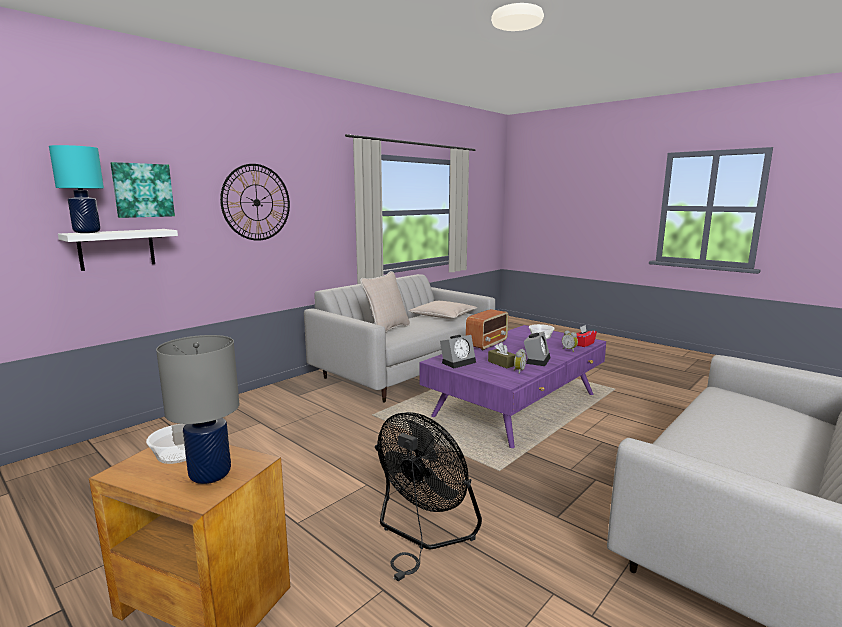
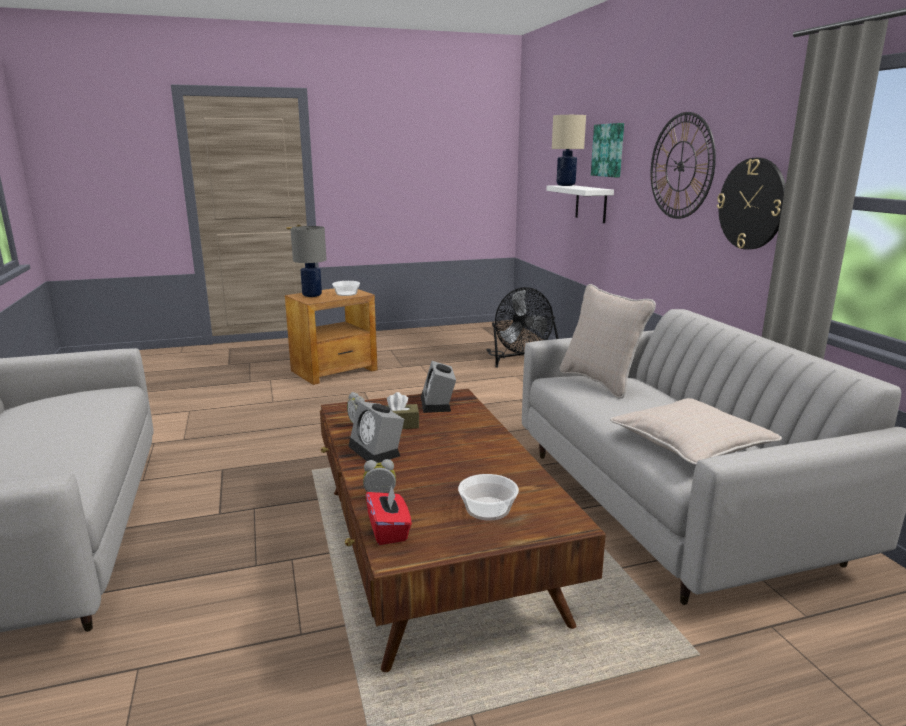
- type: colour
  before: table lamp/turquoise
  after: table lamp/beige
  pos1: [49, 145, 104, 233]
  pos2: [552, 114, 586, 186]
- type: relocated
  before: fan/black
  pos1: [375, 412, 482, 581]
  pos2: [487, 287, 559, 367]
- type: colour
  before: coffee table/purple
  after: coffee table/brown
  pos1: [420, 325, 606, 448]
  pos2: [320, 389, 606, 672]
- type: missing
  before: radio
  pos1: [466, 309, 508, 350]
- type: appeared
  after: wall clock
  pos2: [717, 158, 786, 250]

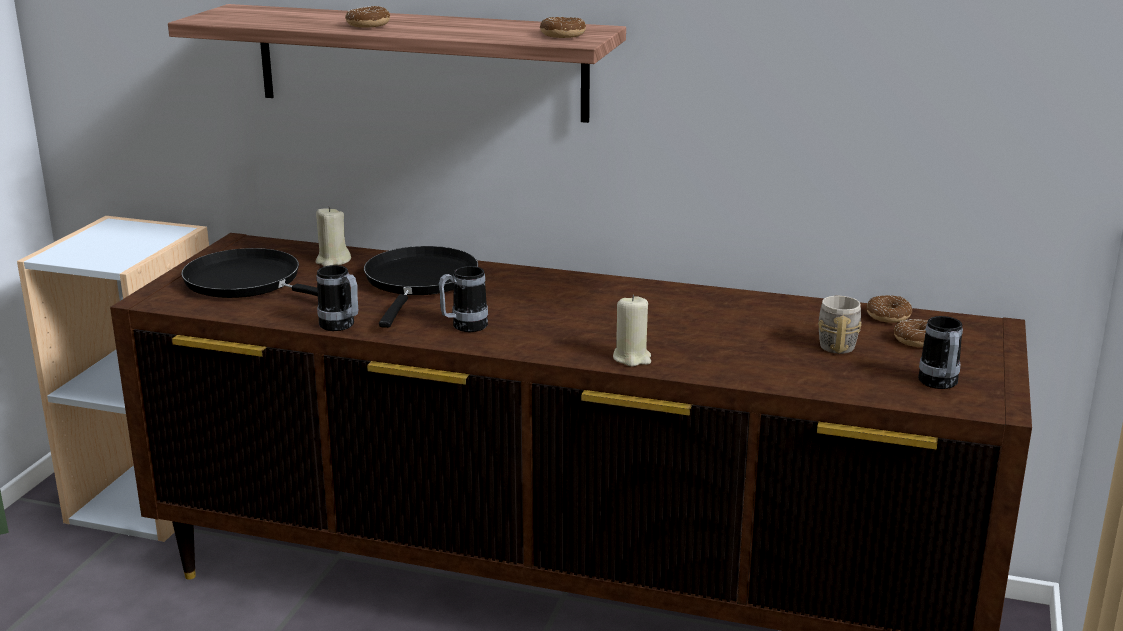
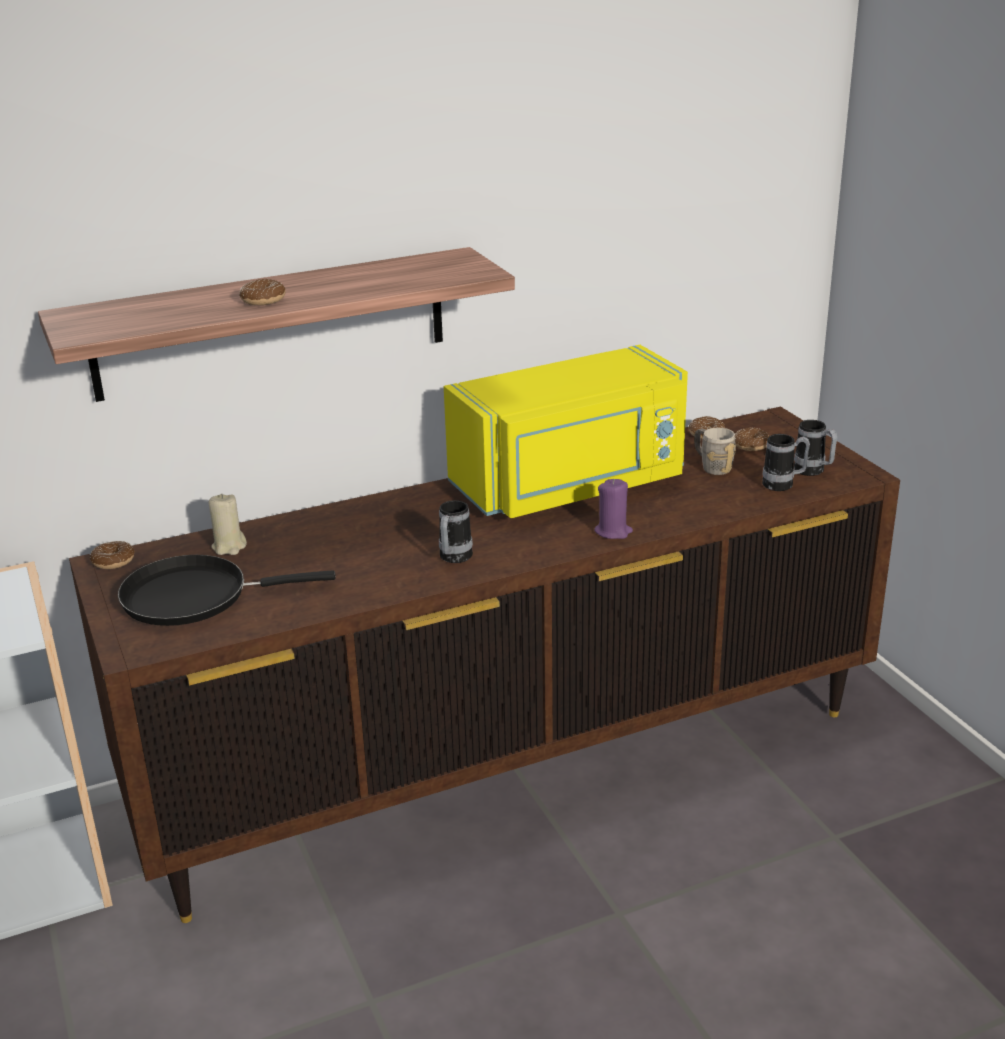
- type: relocated
  before: mug
  pos1: [317, 265, 358, 331]
  pos2: [762, 434, 810, 491]
- type: missing
  before: frying pan/black
  pos1: [364, 246, 478, 328]
- type: relocated
  before: donut
  pos1: [540, 17, 586, 38]
  pos2: [90, 541, 135, 569]
- type: colour
  before: candle/beige
  after: candle/purple
  pos1: [613, 295, 651, 367]
  pos2: [594, 479, 633, 539]
- type: appeared
  after: microwave/yellow
  pos2: [444, 345, 688, 518]

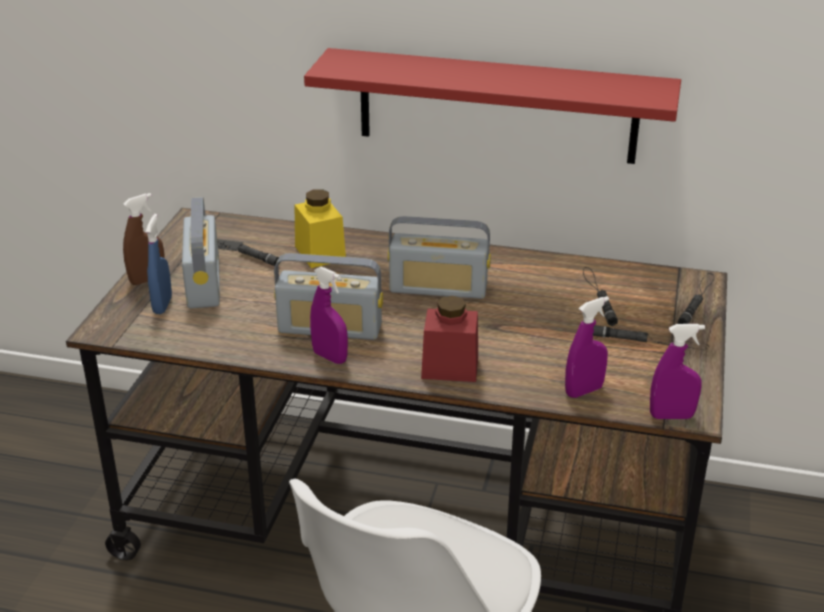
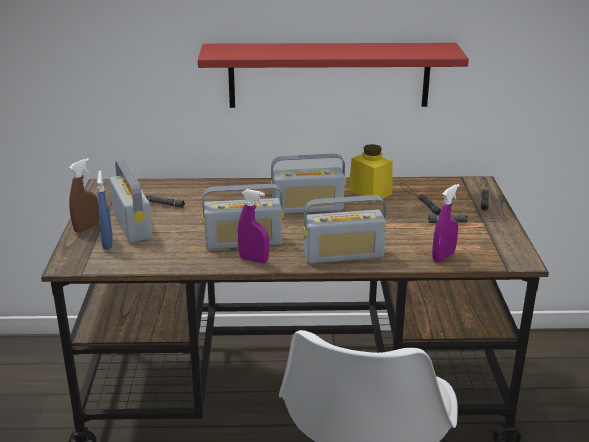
- type: relocated
  before: jar/yellow
  pos1: [295, 189, 346, 268]
  pos2: [349, 144, 393, 202]
- type: exchanged
  before: jar/red
  after: radio
  pos1: [421, 296, 478, 382]
  pos2: [303, 195, 387, 264]
- type: missing
  before: spray bottle/purple
  pos1: [650, 324, 705, 419]

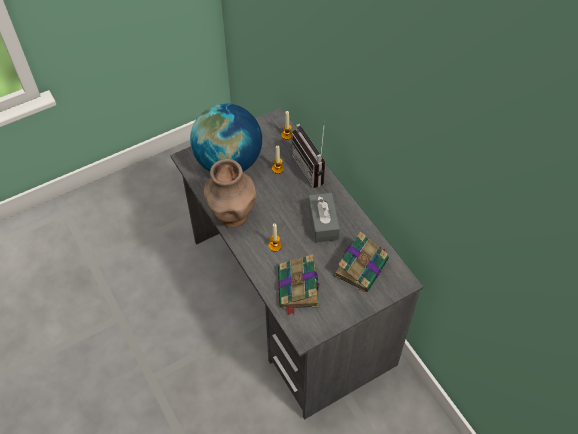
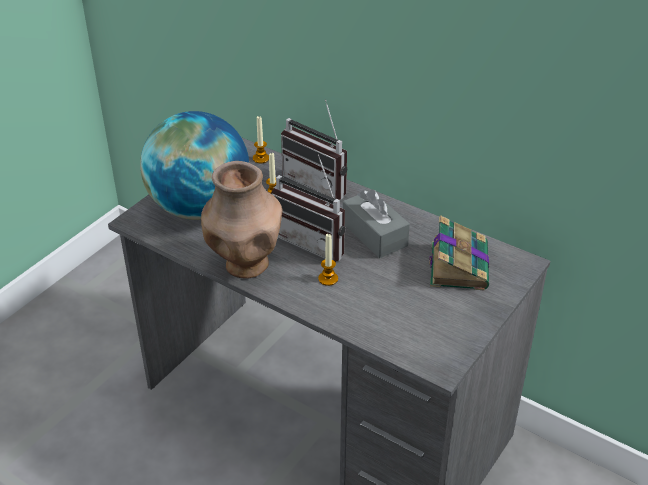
- type: missing
  before: book
  pos1: [278, 254, 319, 316]
- type: appeared
  after: radio
  pos2: [271, 154, 346, 262]

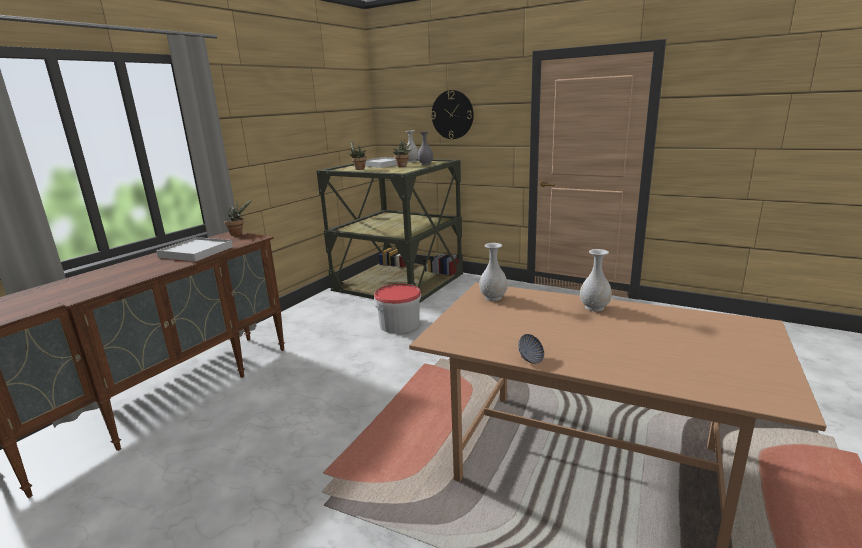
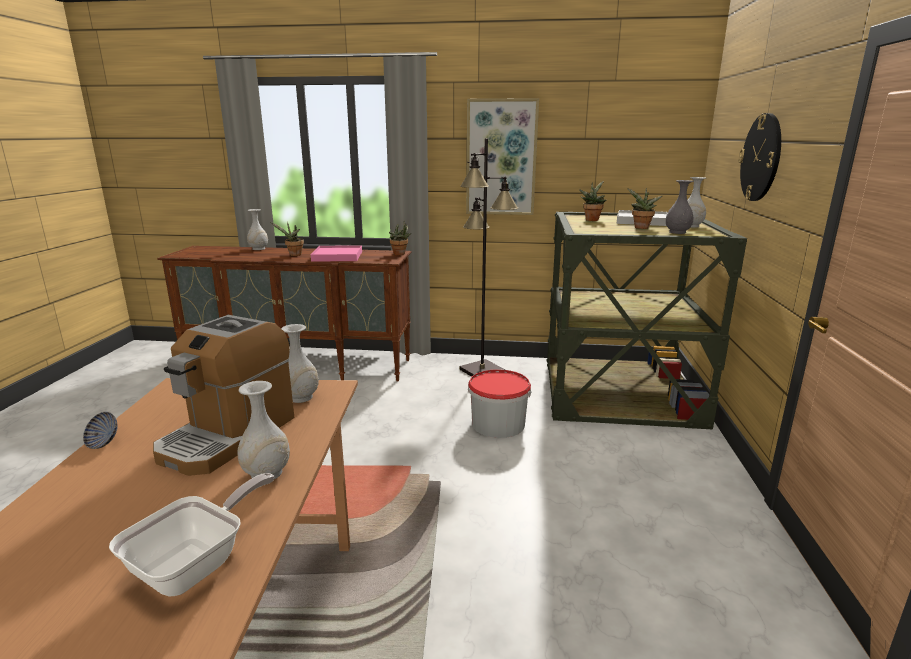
- type: colour
  before: tray/white
  after: tray/pink
  pos1: [156, 237, 233, 262]
  pos2: [311, 245, 362, 262]
- type: appeared
  after: frying pan
  pos2: [109, 473, 274, 596]
- type: appeared
  after: coffee machine
  pos2: [153, 315, 295, 476]
- type: appeared
  after: vase/white
  pos2: [247, 209, 268, 250]
- type: appeared
  after: potted plant
  pos2: [270, 222, 304, 256]
- type: appeared
  after: floor lamp/black
  pos2: [459, 138, 518, 377]
- type: appeared
  after: picture
  pos2: [466, 98, 539, 215]

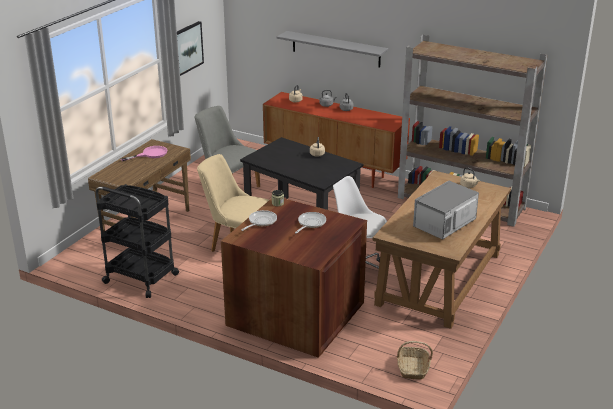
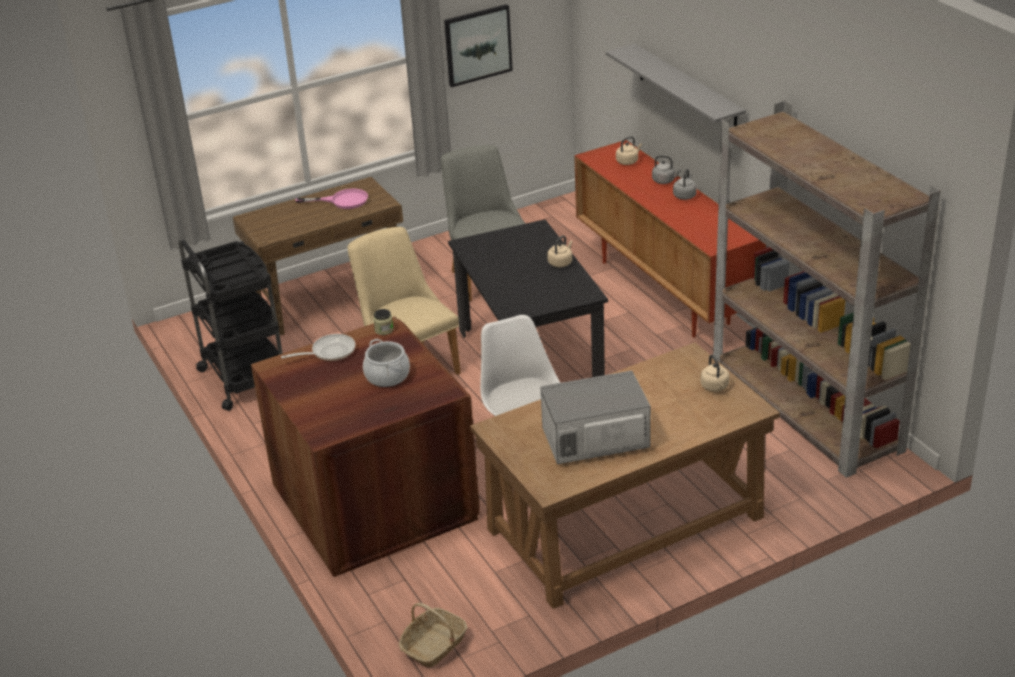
- type: exchanged
  before: frying pan
  after: cooking pot
  pos1: [295, 212, 326, 234]
  pos2: [363, 339, 410, 387]

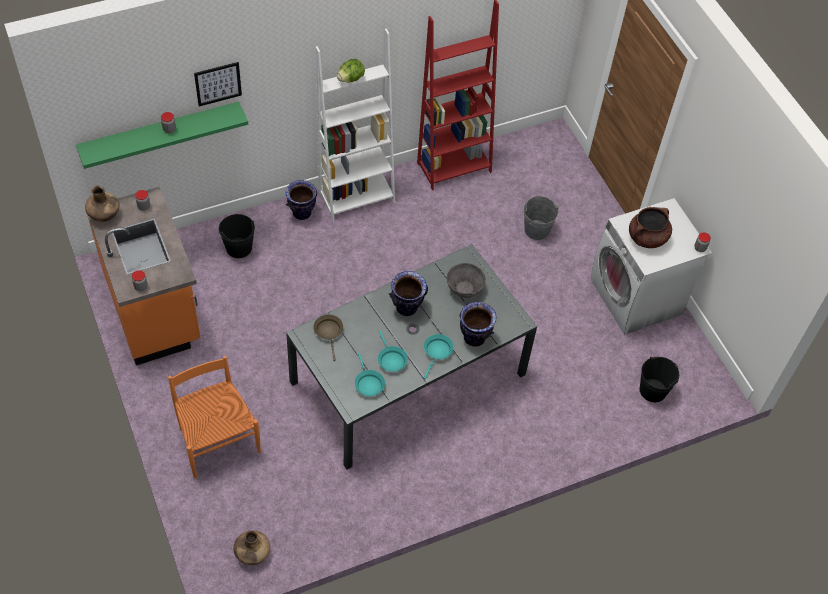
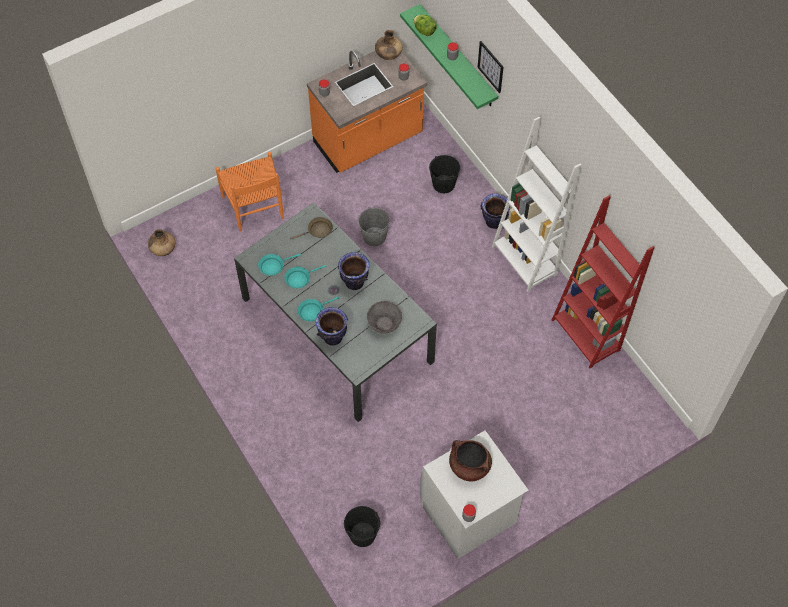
- type: spun
  before: chair/orange
  pos1: [168, 356, 261, 478]
  pos2: [216, 152, 284, 232]
  turn: 105
- type: relocated
  before: lettuce
  pos1: [337, 59, 365, 82]
  pos2: [413, 15, 437, 36]
- type: spun
  before: frying pan/turquoise
  pos1: [424, 334, 454, 379]
  pos2: [298, 296, 339, 322]
  turn: 135
- type: relocated
  before: bucket/grey
  pos1: [524, 196, 559, 240]
  pos2: [358, 207, 390, 246]

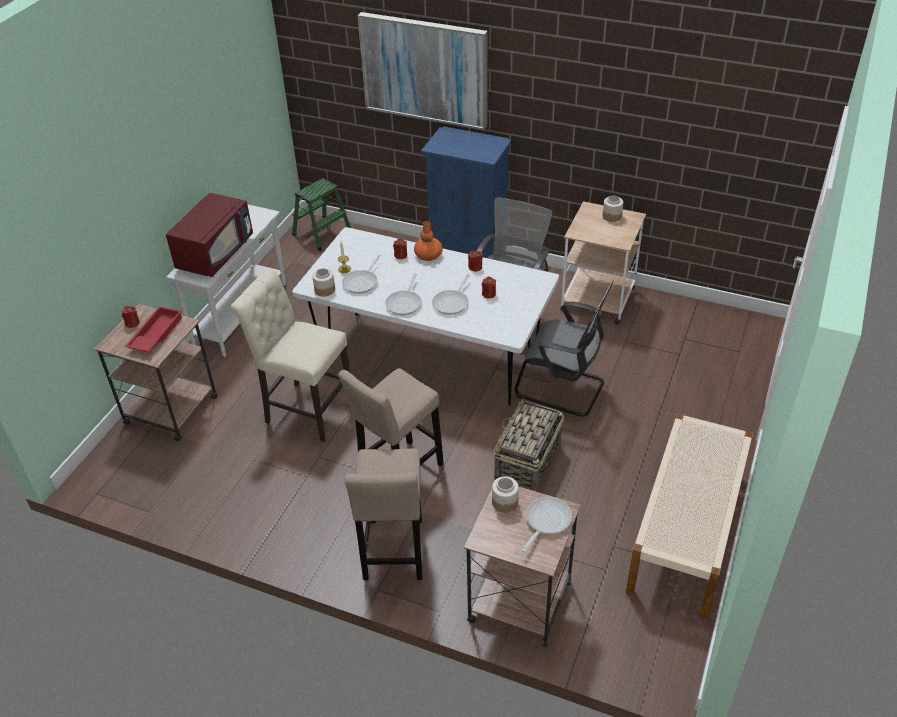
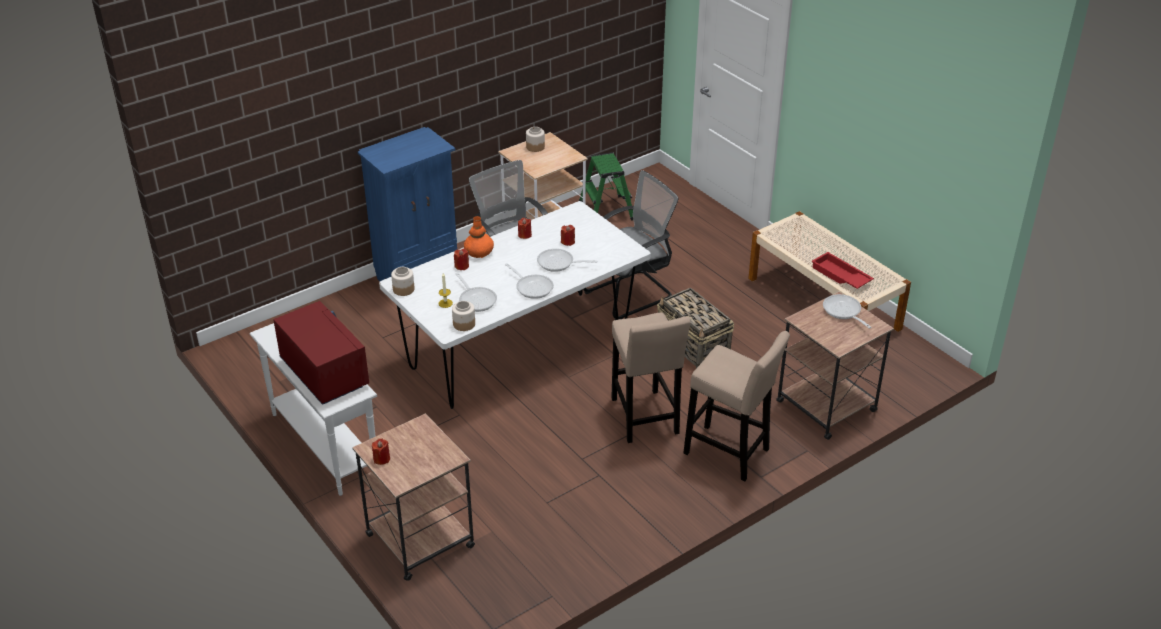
- type: relocated
  before: tray/red
  pos1: [125, 306, 182, 353]
  pos2: [811, 252, 874, 289]
- type: missing
  before: stool/beige
  pos1: [231, 268, 350, 442]
- type: relocated
  before: step ladder/green
  pos1: [292, 178, 351, 252]
  pos2: [579, 152, 633, 220]
- type: missing
  before: picture
  pos1: [357, 12, 488, 130]
- type: spun
  before: frying pan
  pos1: [432, 274, 470, 315]
  pos2: [537, 249, 598, 272]
  turn: 135
- type: relocated
  before: jar
  pos1: [492, 476, 519, 512]
  pos2: [391, 267, 415, 296]

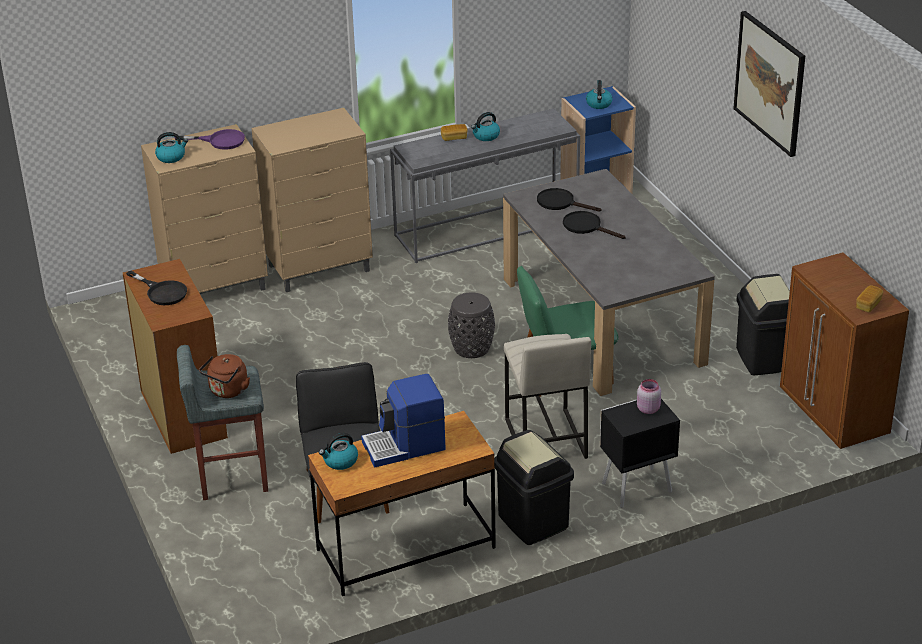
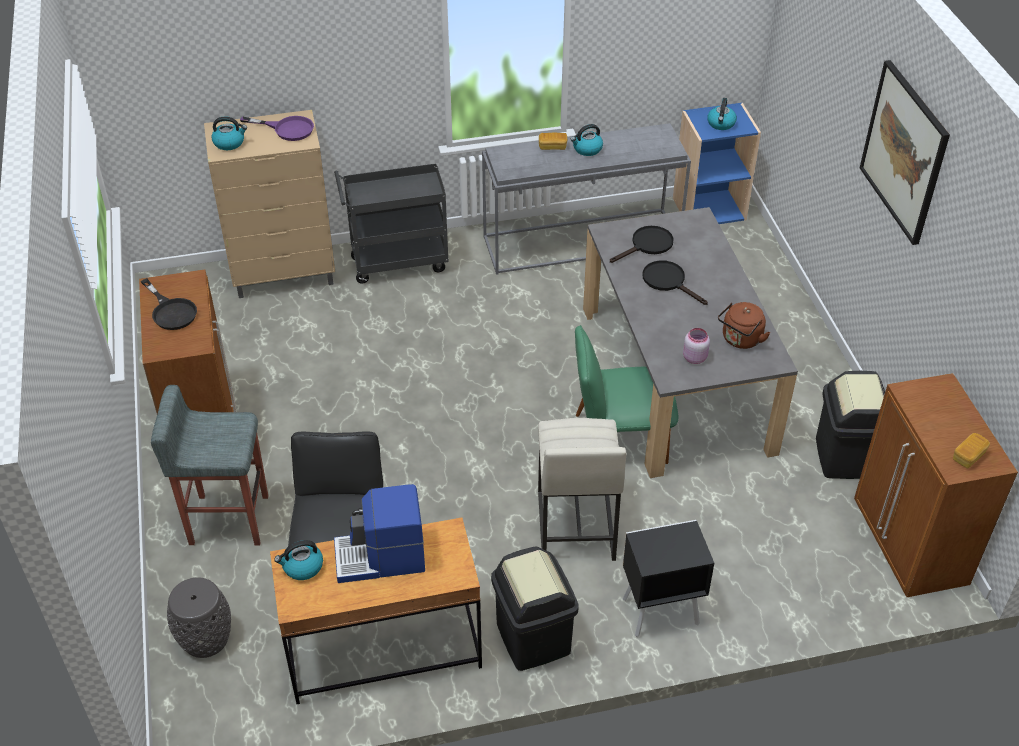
- type: relocated
  before: kettle/brown
  pos1: [199, 354, 250, 398]
  pos2: [718, 302, 770, 349]
- type: exchanged
  before: dresser/beige
  after: cart/grey
  pos1: [251, 108, 373, 292]
  pos2: [334, 164, 449, 283]
- type: relocated
  before: stool/grey
  pos1: [448, 292, 495, 358]
  pos2: [167, 578, 231, 658]
- type: spun
  before: frying pan/black
  pos1: [537, 188, 602, 212]
  pos2: [610, 226, 674, 263]
  turn: 105
- type: relocated
  before: jar/pink
  pos1: [637, 379, 661, 414]
  pos2: [683, 328, 710, 364]

